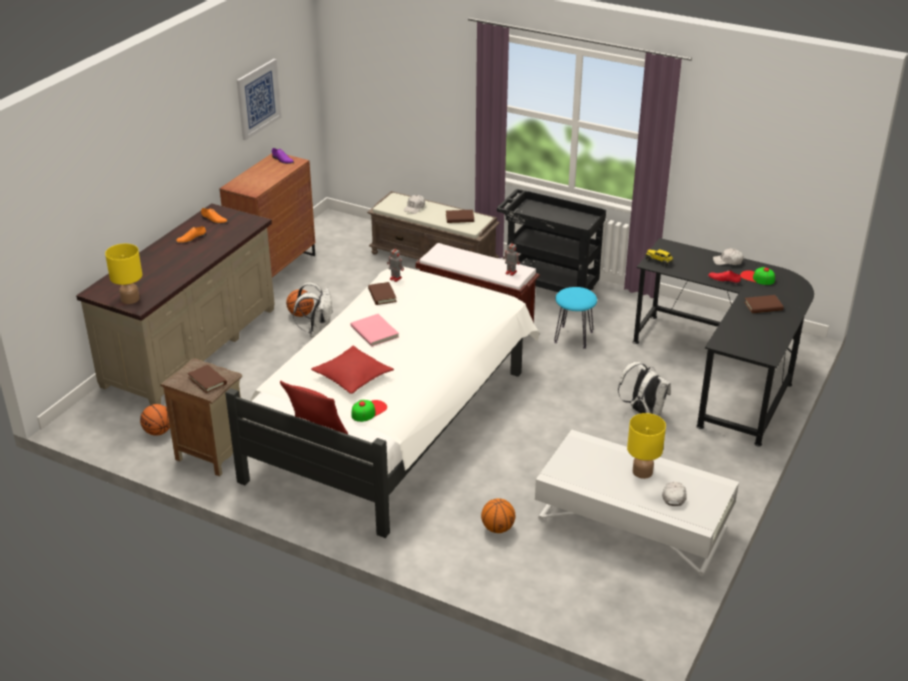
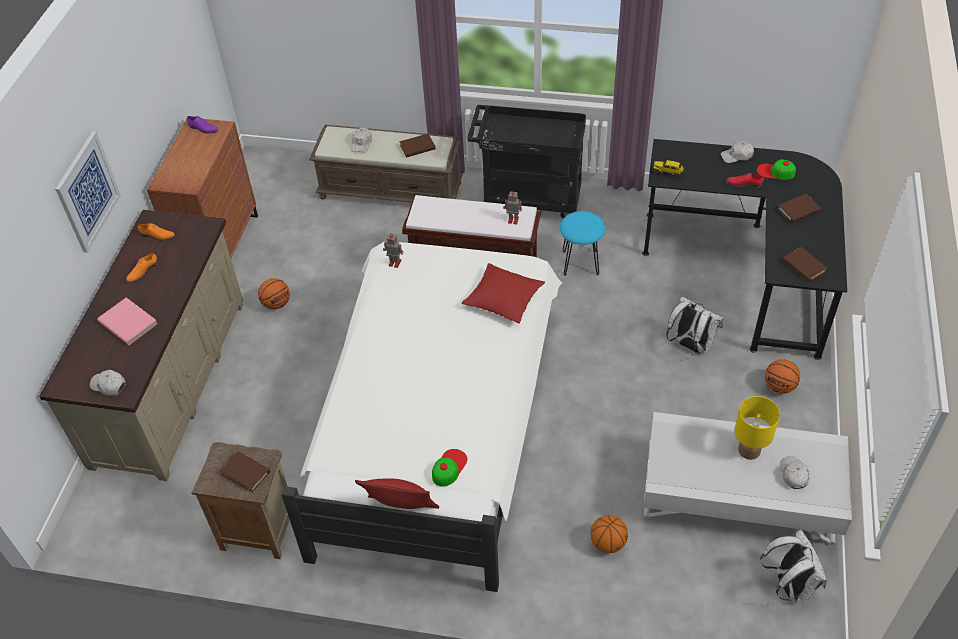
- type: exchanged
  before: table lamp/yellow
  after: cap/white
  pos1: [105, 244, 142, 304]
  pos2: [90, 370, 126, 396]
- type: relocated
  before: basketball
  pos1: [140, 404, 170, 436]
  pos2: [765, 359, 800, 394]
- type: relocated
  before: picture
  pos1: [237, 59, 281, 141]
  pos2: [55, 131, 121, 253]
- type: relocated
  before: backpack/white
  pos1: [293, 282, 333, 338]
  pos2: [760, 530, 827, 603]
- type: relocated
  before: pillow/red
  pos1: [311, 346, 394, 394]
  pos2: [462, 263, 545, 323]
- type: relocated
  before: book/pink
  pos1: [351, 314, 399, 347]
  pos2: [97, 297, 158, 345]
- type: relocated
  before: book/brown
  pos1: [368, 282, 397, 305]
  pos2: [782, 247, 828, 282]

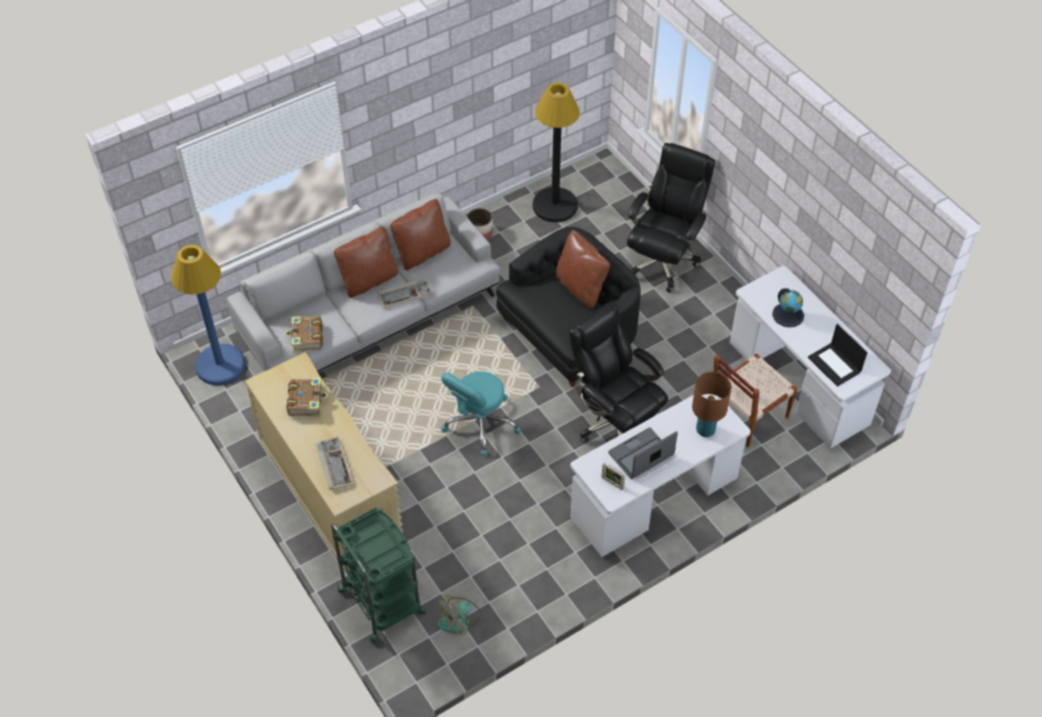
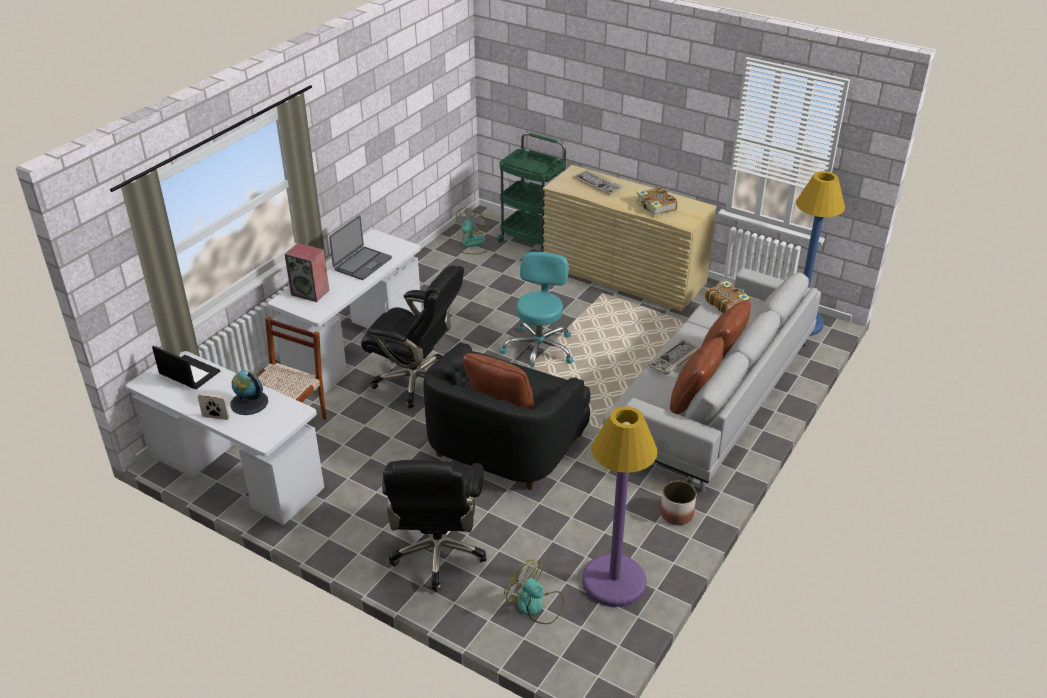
- type: colour
  before: floor lamp/black
  after: floor lamp/purple
  pos1: [533, 82, 580, 222]
  pos2: [582, 406, 657, 607]
- type: relocated
  before: picture frame
  pos1: [602, 463, 626, 490]
  pos2: [198, 394, 229, 420]
- type: exchanged
  before: table lamp/brown
  after: speaker
  pos1: [692, 372, 732, 437]
  pos2: [285, 243, 329, 302]
- type: appeared
  after: fan
  pos2: [504, 558, 564, 624]

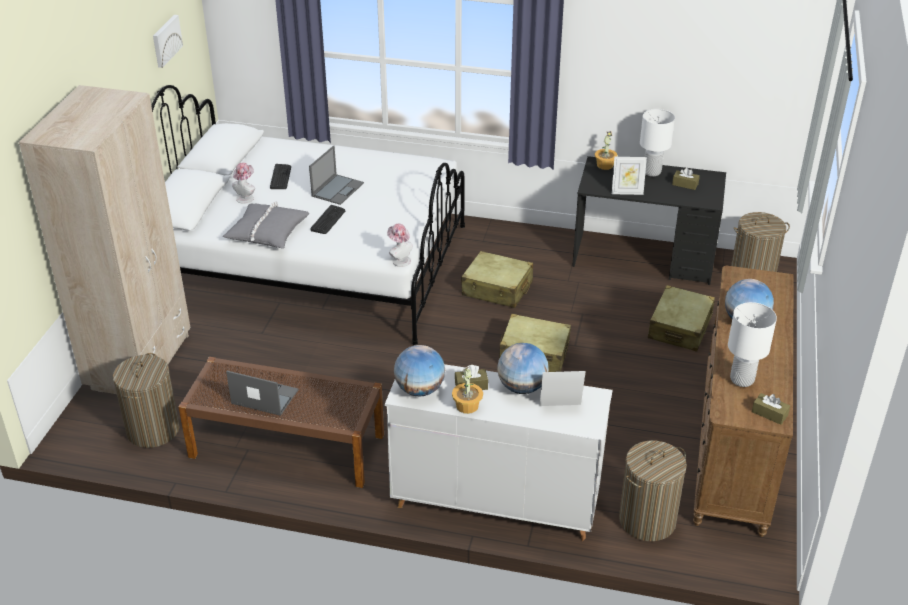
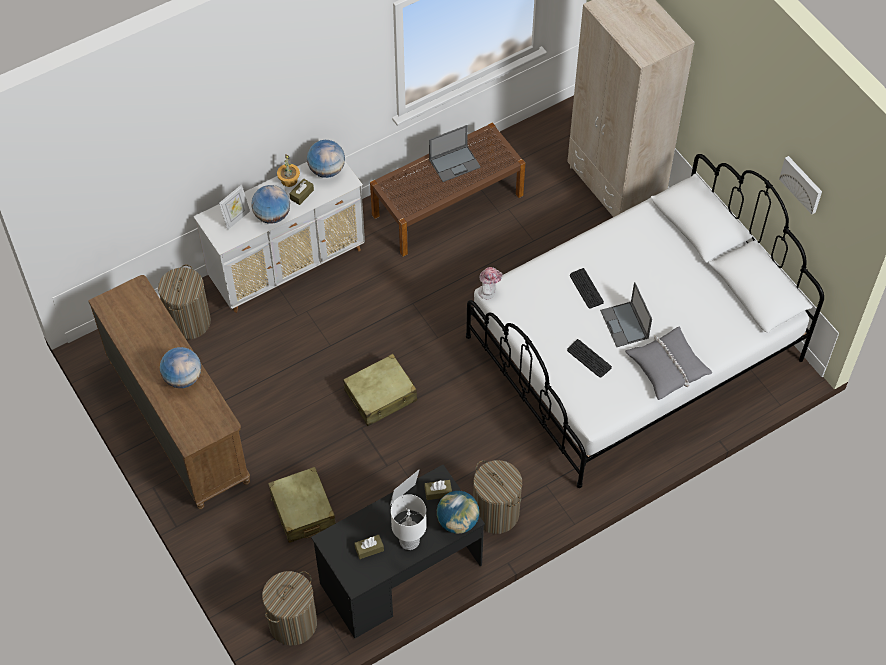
- type: relocated
  before: laundry basket
  pos1: [113, 353, 180, 448]
  pos2: [473, 460, 522, 534]
- type: relocated
  before: pillow/grey
  pos1: [223, 201, 309, 249]
  pos2: [625, 327, 712, 400]
- type: missing
  before: hat
  pos1: [232, 163, 255, 204]
- type: relocated
  before: keyboard
  pos1: [270, 164, 291, 189]
  pos2: [567, 339, 612, 377]
- type: missing
  before: suitcase/beige
  pos1: [461, 251, 533, 308]
- type: exchanged
  before: potted plant
  after: globe
  pos1: [595, 131, 618, 170]
  pos2: [437, 491, 479, 534]
- type: missing
  before: table lamp/white
  pos1: [728, 302, 777, 387]
- type: relocated
  before: tissue box/brown
  pos1: [752, 393, 790, 425]
  pos2: [425, 480, 452, 500]

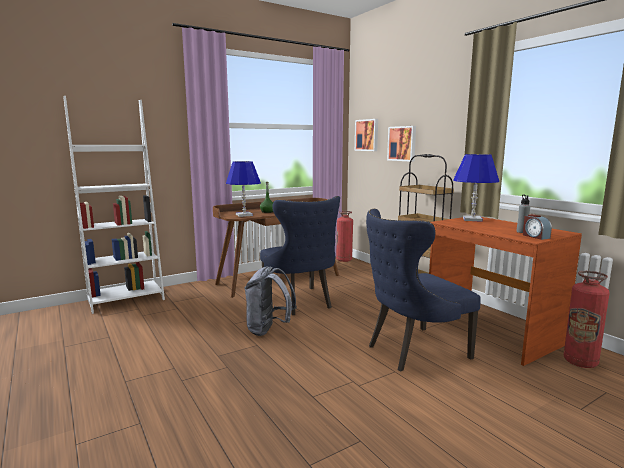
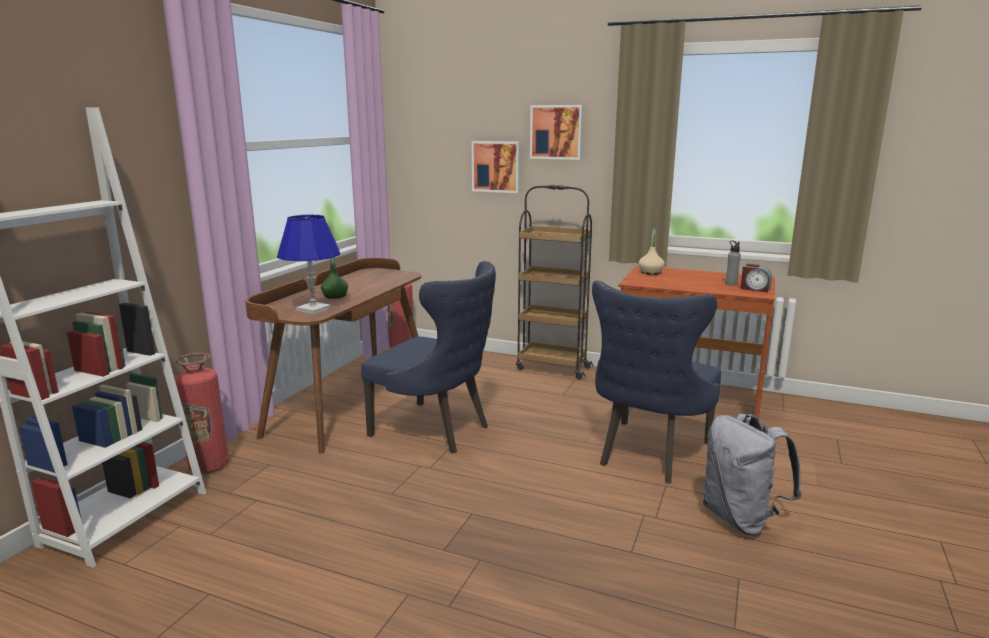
- type: relocated
  before: backpack/grey
  pos1: [244, 266, 297, 336]
  pos2: [703, 414, 801, 536]
- type: relocated
  before: picture
  pos1: [355, 119, 378, 151]
  pos2: [530, 105, 584, 160]
- type: exchanged
  before: table lamp/blue
  after: bottle/beige
  pos1: [453, 154, 499, 222]
  pos2: [638, 224, 665, 275]
- type: relocated
  before: fire extinguisher
  pos1: [564, 271, 610, 368]
  pos2: [175, 353, 229, 474]

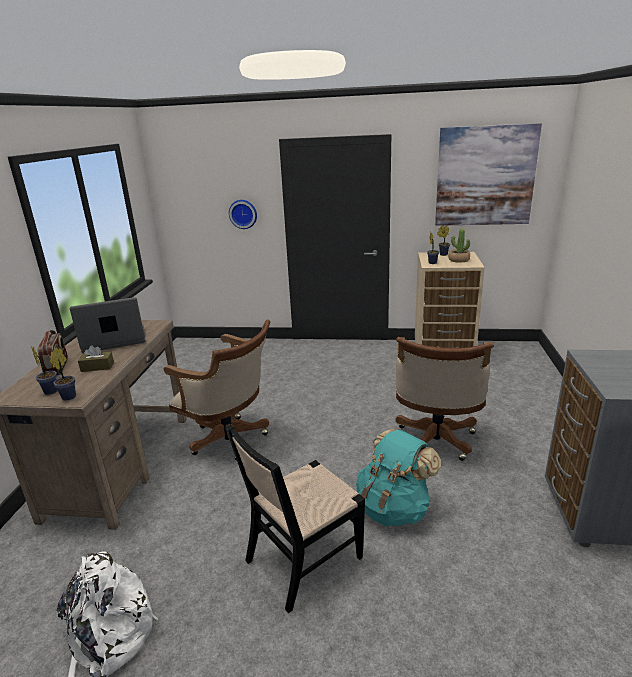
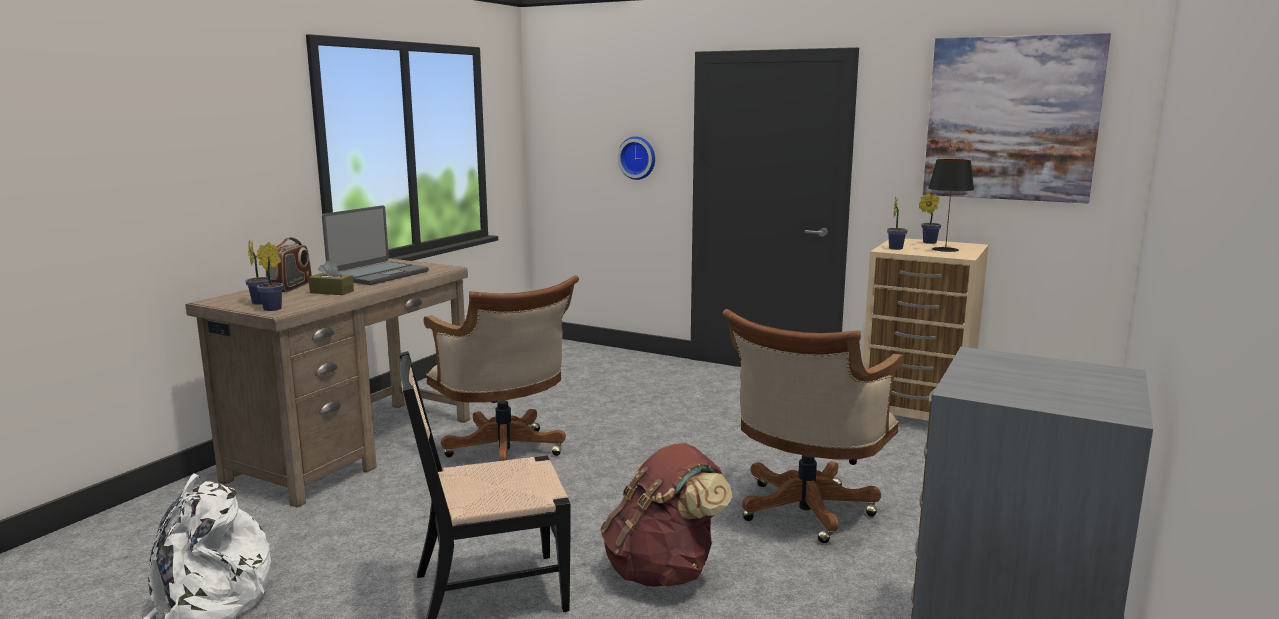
- type: spun
  before: laptop
  pos1: [70, 297, 146, 353]
  pos2: [322, 205, 429, 285]
  turn: 120
- type: colour
  before: backpack/turquoise
  after: backpack/brown
  pos1: [356, 429, 441, 526]
  pos2: [601, 443, 733, 587]
- type: exchanged
  before: potted plant
  after: table lamp/black
  pos1: [448, 229, 470, 263]
  pos2: [928, 159, 974, 252]

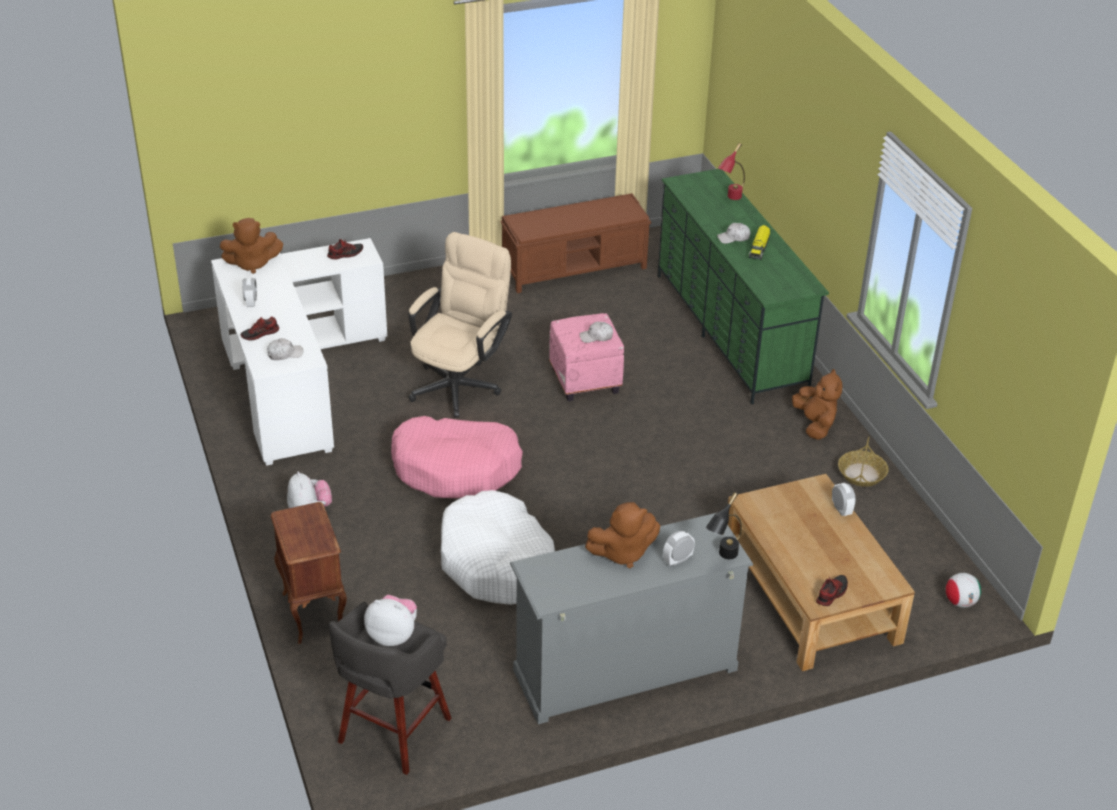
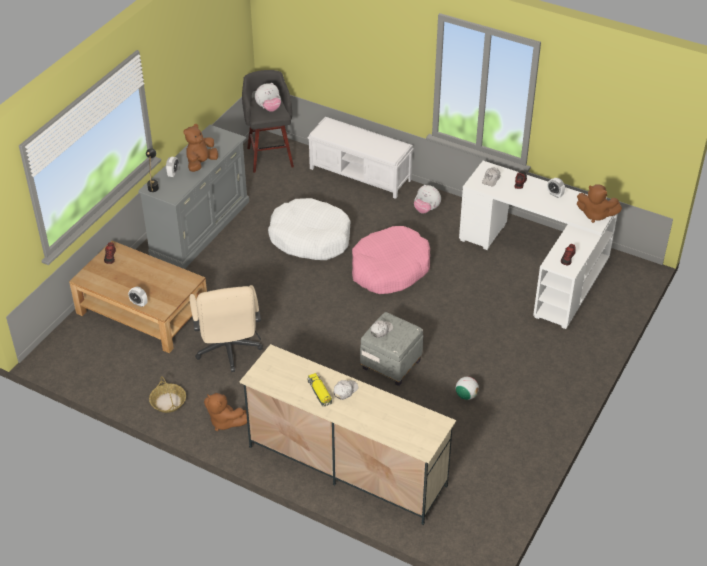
- type: spun
  before: plush toy/brown
  pos1: [220, 218, 283, 274]
  pos2: [577, 184, 622, 223]
  turn: -105
- type: exchanged
  before: nightstand/brown
  after: bench/white
  pos1: [271, 502, 347, 644]
  pos2: [308, 117, 414, 199]
- type: relocated
  before: office chair/beige
  pos1: [408, 232, 512, 418]
  pos2: [189, 285, 263, 372]
- type: missing
  before: bench/brown
  pos1: [500, 193, 651, 293]
- type: colour
  before: ottoman/pink
  after: ottoman/grey
  pos1: [549, 313, 624, 401]
  pos2: [360, 312, 423, 386]
- type: colour
  before: dresser/green
  after: dresser/beige
  pos1: [657, 169, 829, 404]
  pos2: [240, 344, 456, 525]
- type: missing
  before: table lamp/red
  pos1: [718, 143, 745, 200]
- type: relocated
  before: football
  pos1: [946, 573, 981, 608]
  pos2: [456, 377, 479, 400]

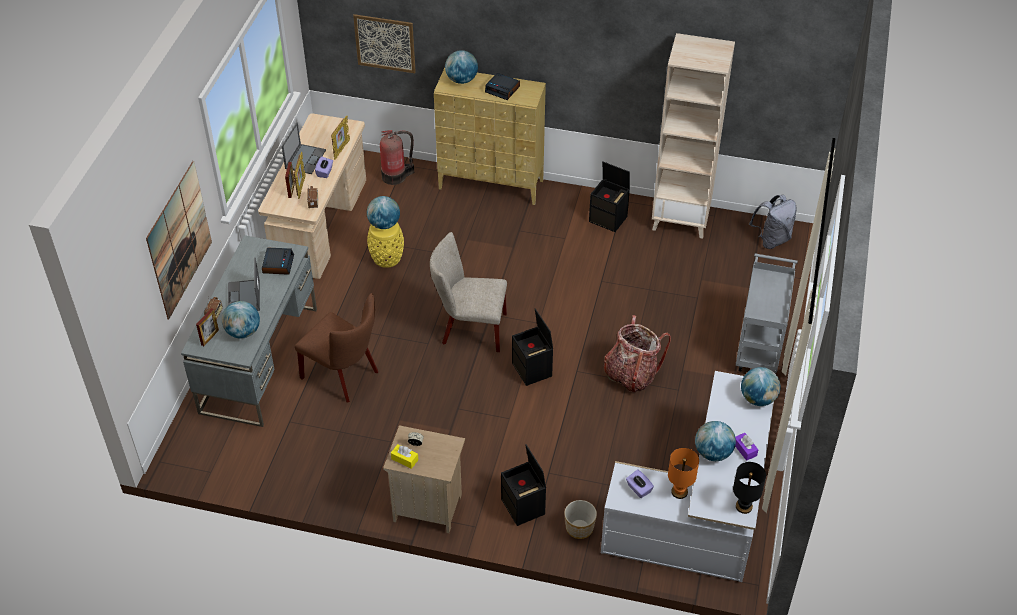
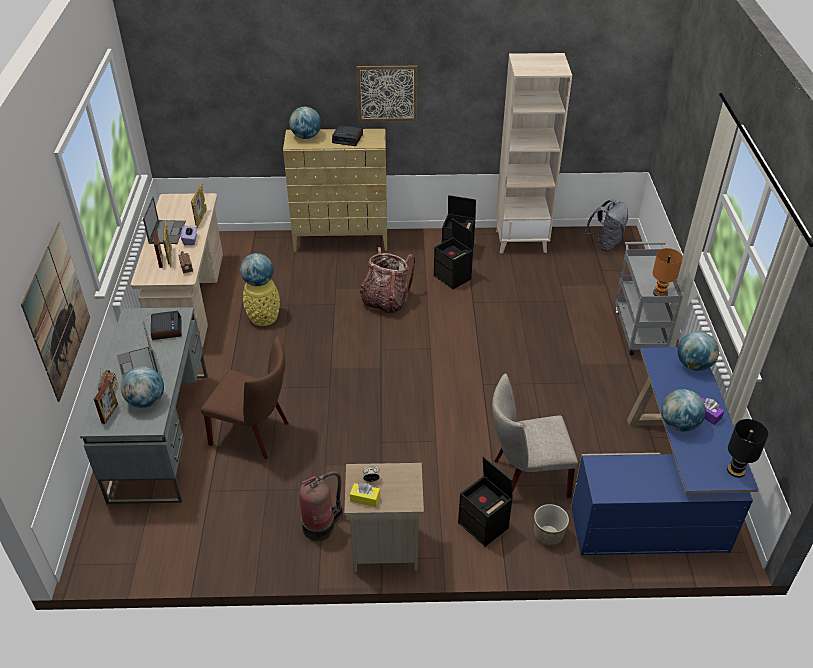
- type: relocated
  before: picture
  pos1: [353, 14, 416, 73]
  pos2: [357, 66, 417, 122]
- type: relocated
  before: fire extinguisher
  pos1: [380, 130, 414, 185]
  pos2: [299, 471, 343, 541]
- type: relocated
  before: chair/beige
  pos1: [430, 232, 507, 352]
  pos2: [492, 373, 578, 498]
- type: relocated
  before: storage box/black
  pos1: [512, 308, 553, 386]
  pos2: [434, 218, 473, 289]
- type: colour
  before: desk/white
  after: desk/blue
  pos1: [601, 371, 774, 582]
  pos2: [571, 347, 758, 556]
- type: relocated
  before: backpack
  pos1: [604, 315, 671, 393]
  pos2: [360, 247, 416, 314]
- type: missing
  before: tissue box/purple
  pos1: [626, 469, 654, 498]
- type: relocated
  before: table lamp/orange
  pos1: [668, 448, 699, 499]
  pos2: [652, 248, 683, 296]

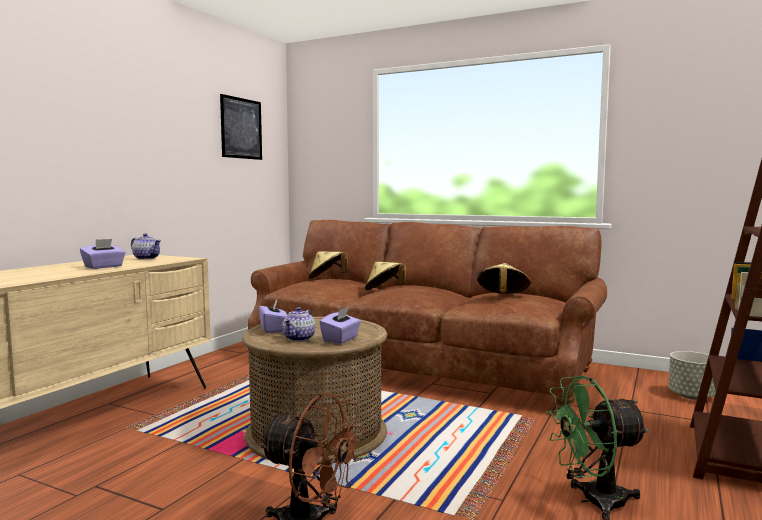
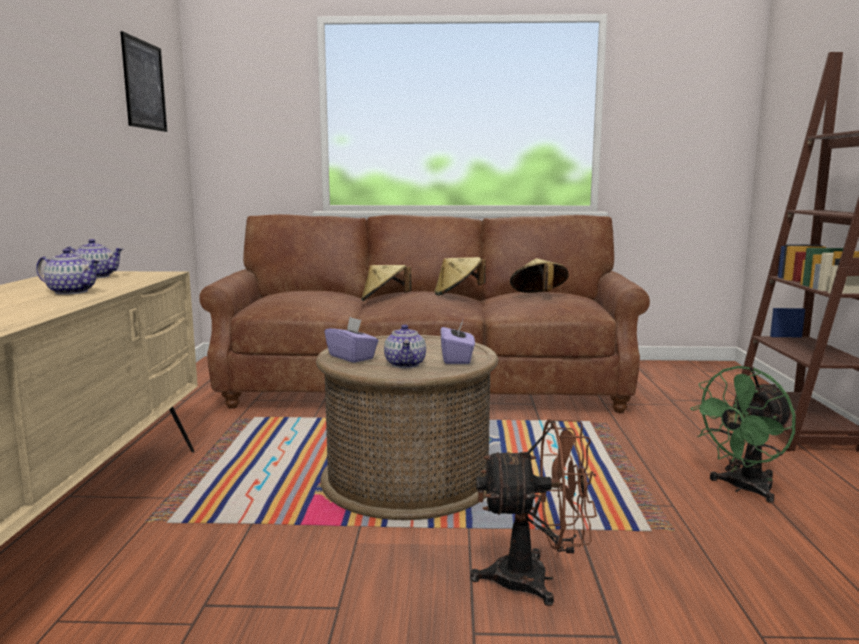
- type: exchanged
  before: tissue box/purple
  after: teapot
  pos1: [80, 239, 126, 269]
  pos2: [36, 248, 101, 295]
- type: relocated
  before: hat/beige
  pos1: [309, 251, 348, 279]
  pos2: [434, 257, 486, 296]
- type: missing
  before: planter/grey
  pos1: [668, 351, 716, 400]

